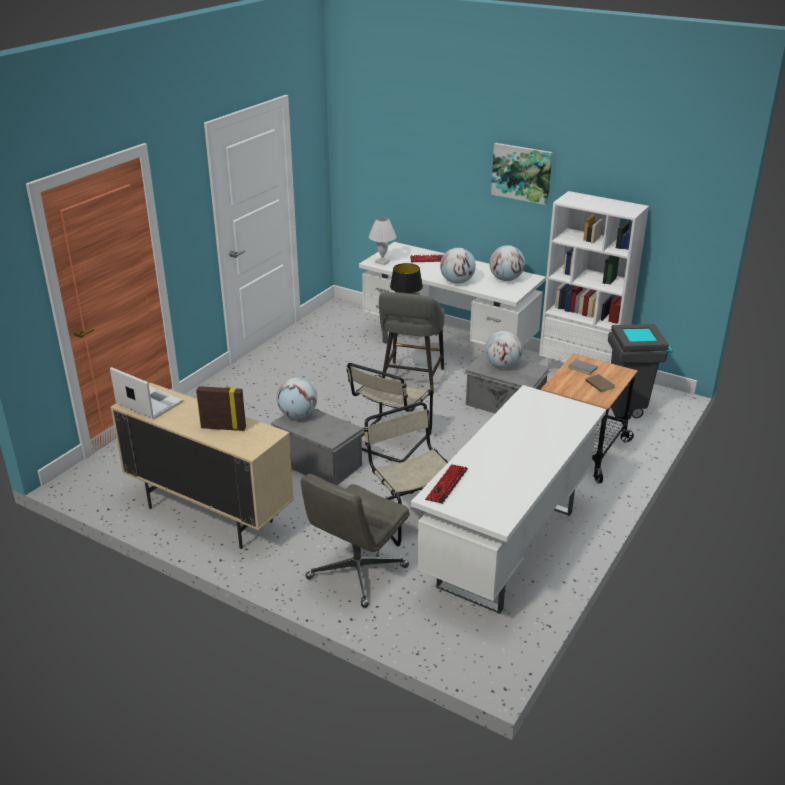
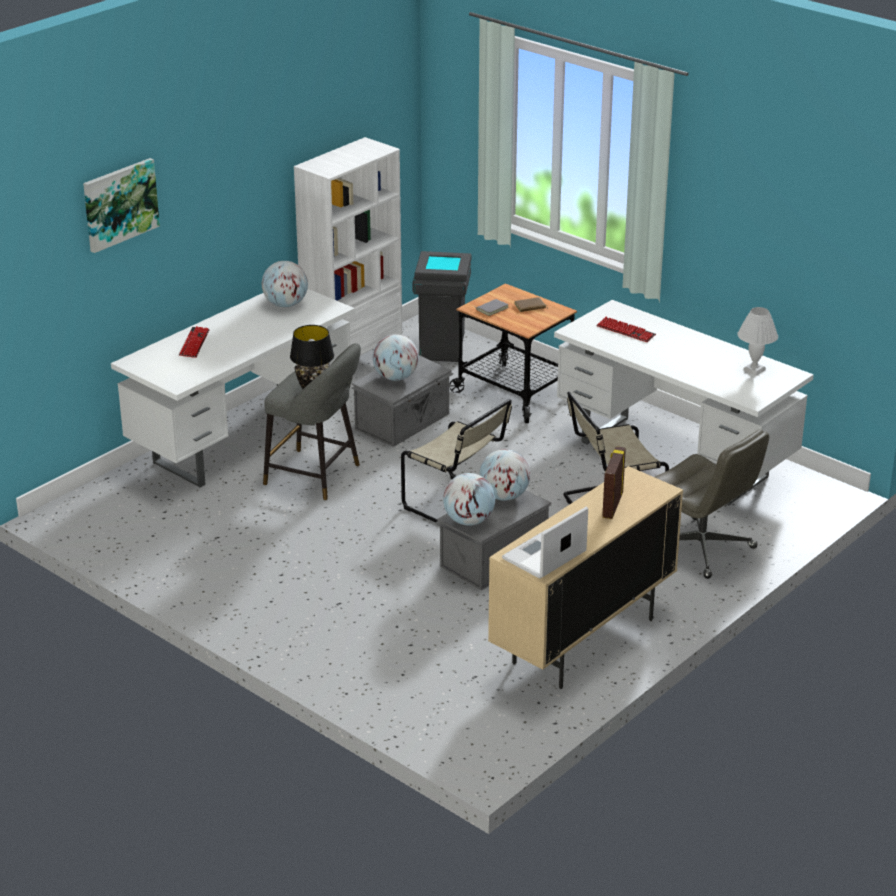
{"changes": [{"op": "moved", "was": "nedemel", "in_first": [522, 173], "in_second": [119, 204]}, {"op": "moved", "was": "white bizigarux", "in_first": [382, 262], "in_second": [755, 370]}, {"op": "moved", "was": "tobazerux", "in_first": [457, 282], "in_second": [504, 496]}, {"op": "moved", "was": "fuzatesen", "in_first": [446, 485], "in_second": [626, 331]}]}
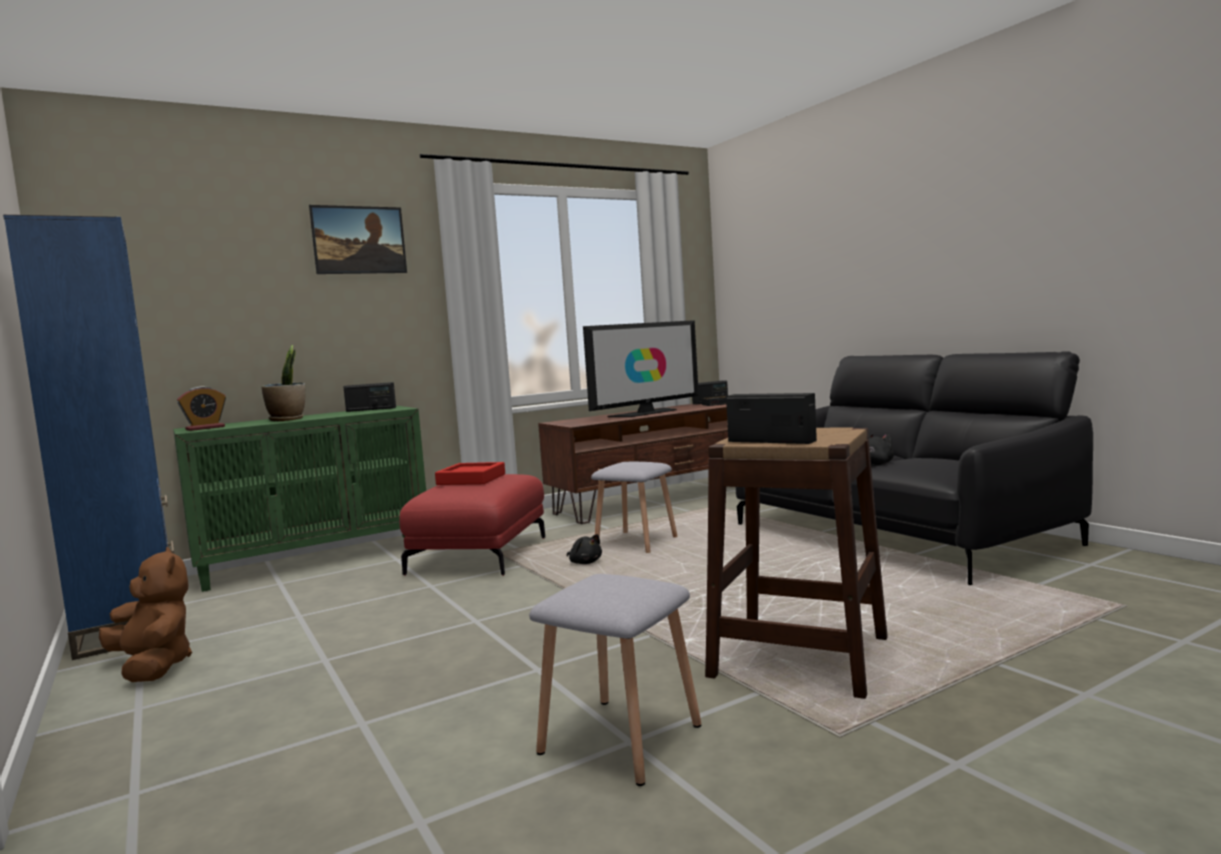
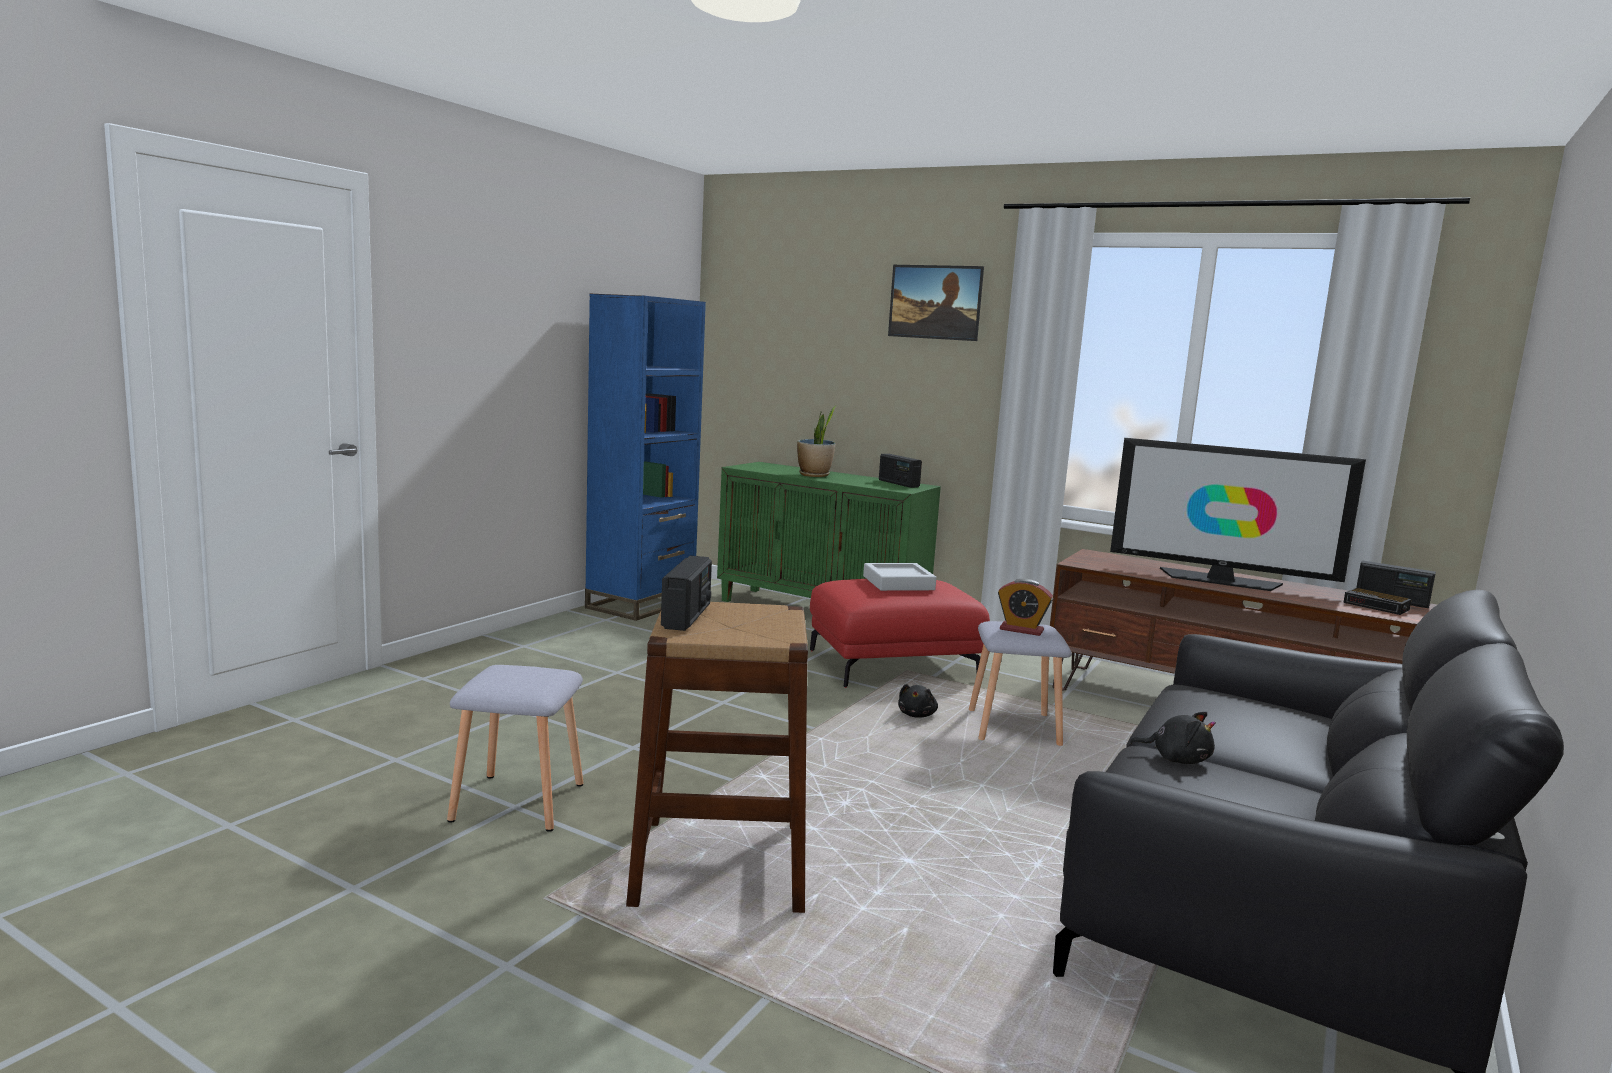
{"changes": [{"op": "moved", "was": "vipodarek", "in_first": [205, 428], "in_second": [1021, 630]}, {"op": "recoloured", "was": "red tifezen", "now": "grey tifezen", "in_first": [471, 479], "in_second": [898, 583]}, {"op": "removed", "was": "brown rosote", "in_first": [153, 667]}]}
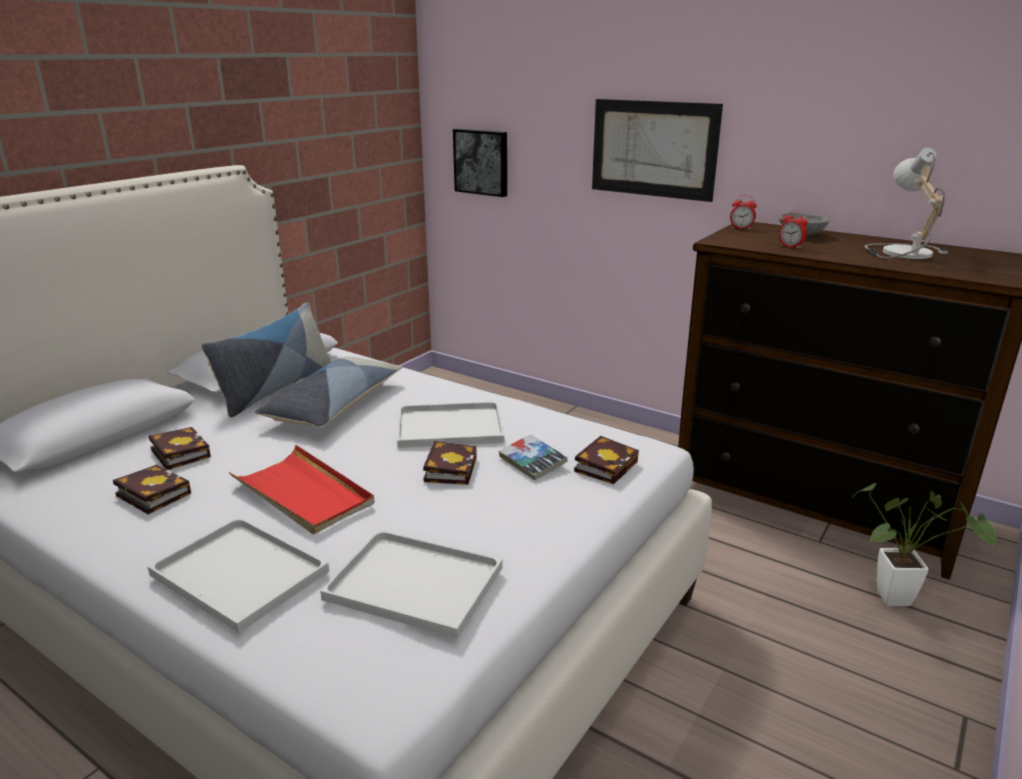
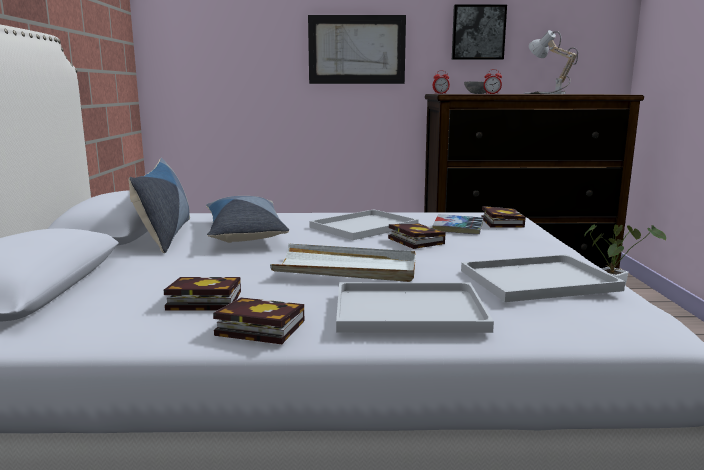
{"changes": [{"op": "moved", "was": "nedemel", "in_first": [482, 162], "in_second": [478, 32]}, {"op": "moved", "was": "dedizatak", "in_first": [178, 452], "in_second": [256, 328]}, {"op": "recoloured", "was": "red tifezen", "now": "white tifezen", "in_first": [303, 493], "in_second": [346, 268]}]}
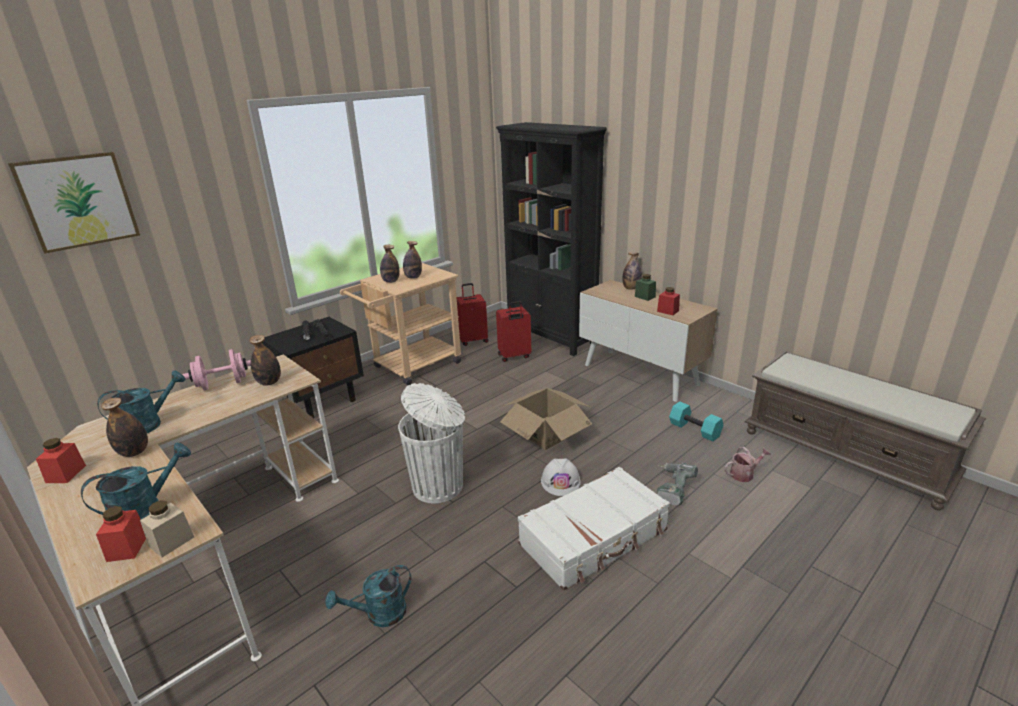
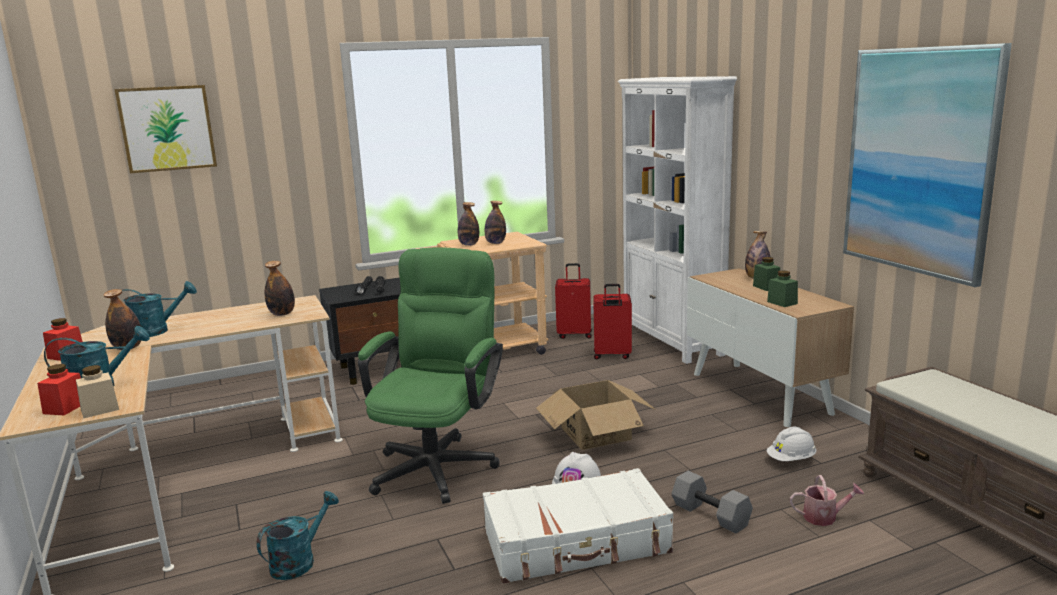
{"changes": [{"op": "recoloured", "was": "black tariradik", "now": "white tariradik", "in_first": [551, 337], "in_second": [672, 341]}, {"op": "recoloured", "was": "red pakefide", "now": "green pakefide", "in_first": [668, 311], "in_second": [782, 303]}, {"op": "removed", "was": "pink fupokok", "in_first": [222, 384]}, {"op": "replaced", "was": "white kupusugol", "now": "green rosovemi", "in_first": [439, 486], "in_second": [439, 463]}, {"op": "replaced", "was": "turquoise fupokok", "now": "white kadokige", "in_first": [695, 429], "in_second": [791, 460]}, {"op": "replaced", "was": "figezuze", "now": "grey fupokok", "in_first": [671, 490], "in_second": [709, 515]}, {"op": "turned", "was": "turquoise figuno", "in_first": [379, 615], "in_second": [299, 561], "clockwise": 135}, {"op": "added", "now": "nedemel", "in_second": [919, 161]}]}
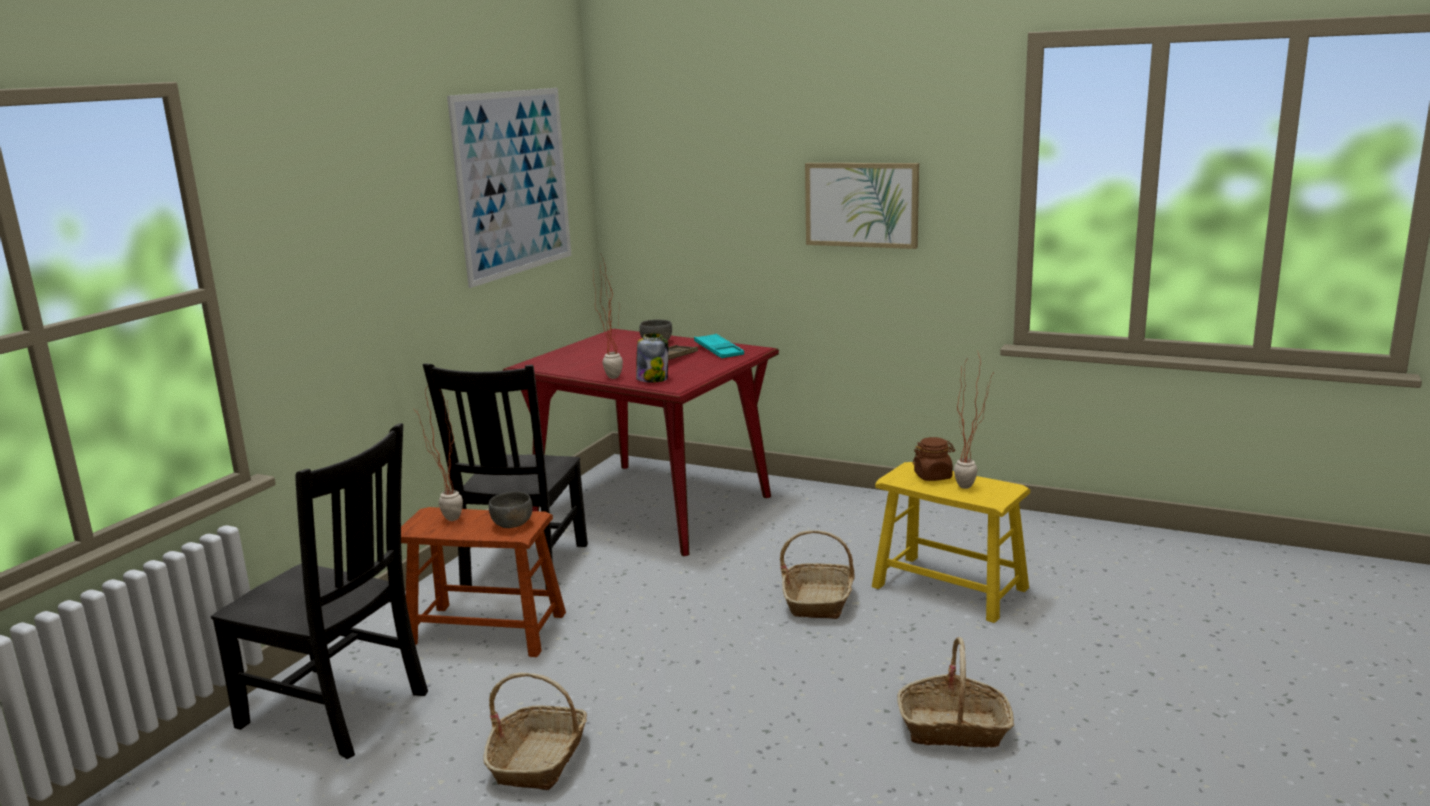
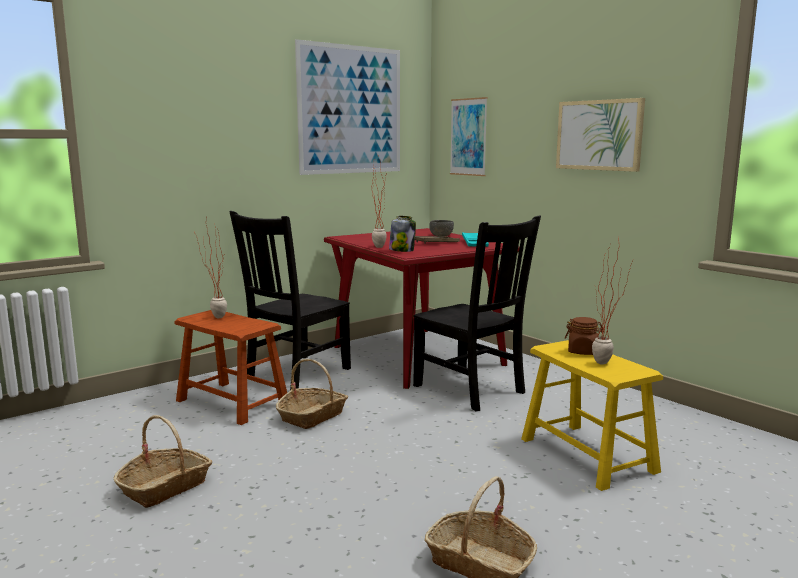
{"changes": [{"op": "moved", "was": "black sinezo", "in_first": [338, 711], "in_second": [471, 390]}, {"op": "removed", "was": "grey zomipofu", "in_first": [512, 524]}, {"op": "moved", "was": "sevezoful", "in_first": [819, 601], "in_second": [313, 416]}, {"op": "added", "now": "nedemel", "in_second": [468, 137]}]}
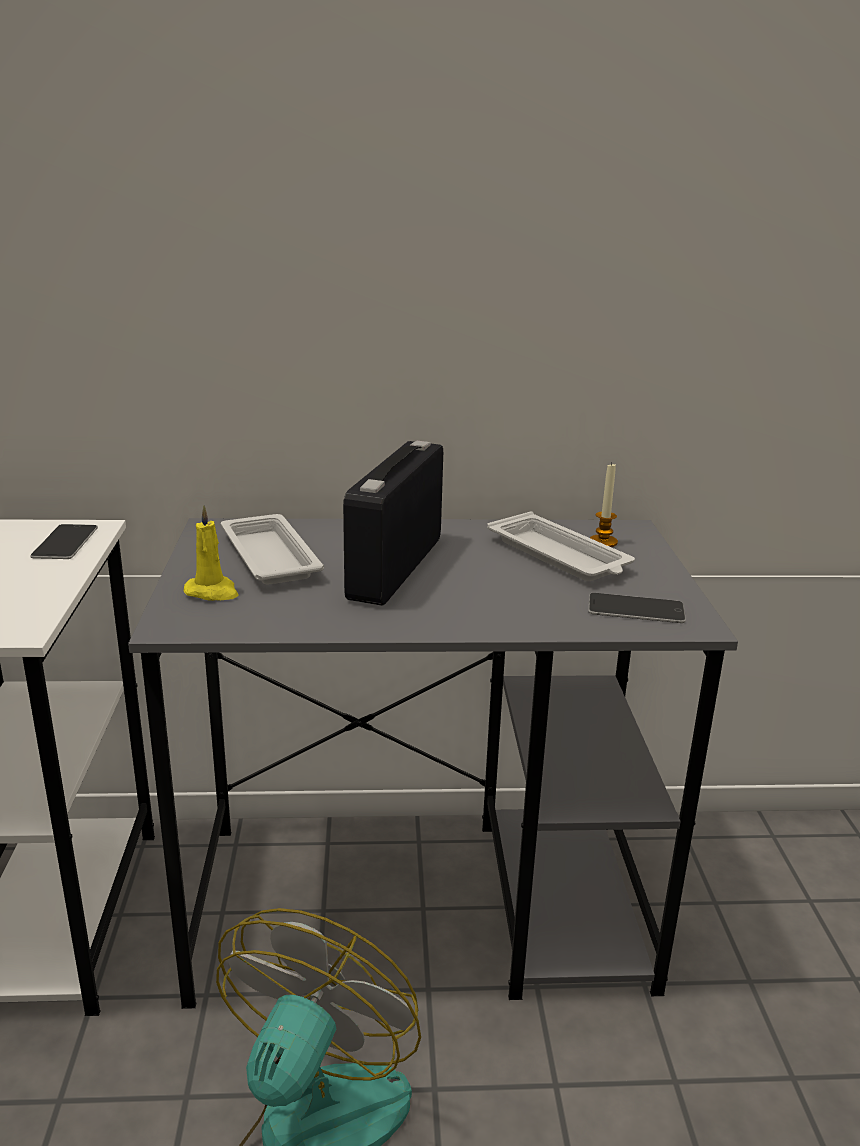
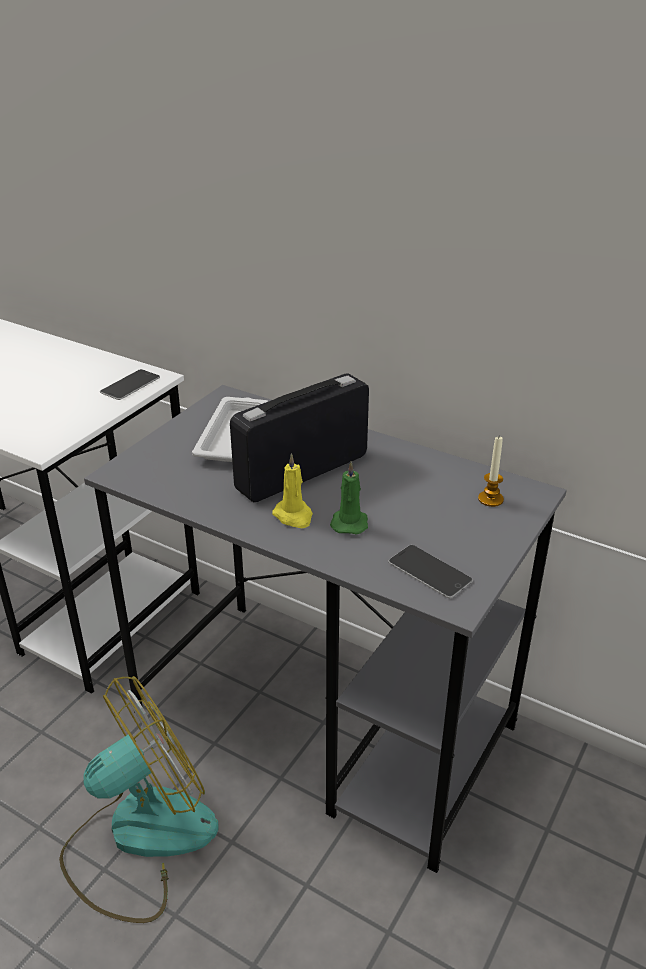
{"changes": [{"op": "moved", "was": "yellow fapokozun", "in_first": [212, 592], "in_second": [294, 516]}, {"op": "removed", "was": "white tifezen", "in_first": [559, 556]}, {"op": "added", "now": "green fapokozun", "in_second": [349, 522]}]}
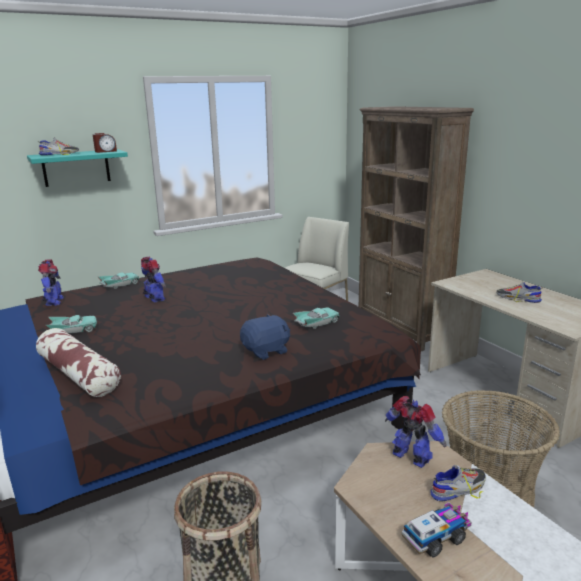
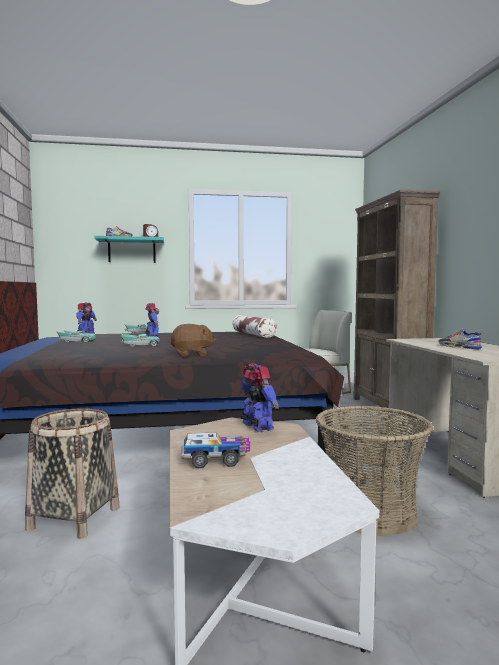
{"changes": [{"op": "moved", "was": "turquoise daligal", "in_first": [317, 323], "in_second": [140, 345]}, {"op": "recoloured", "was": "blue rosote", "now": "brown rosote", "in_first": [266, 351], "in_second": [192, 354]}, {"op": "moved", "was": "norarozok", "in_first": [78, 374], "in_second": [253, 334]}, {"op": "removed", "was": "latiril", "in_first": [458, 488]}]}
